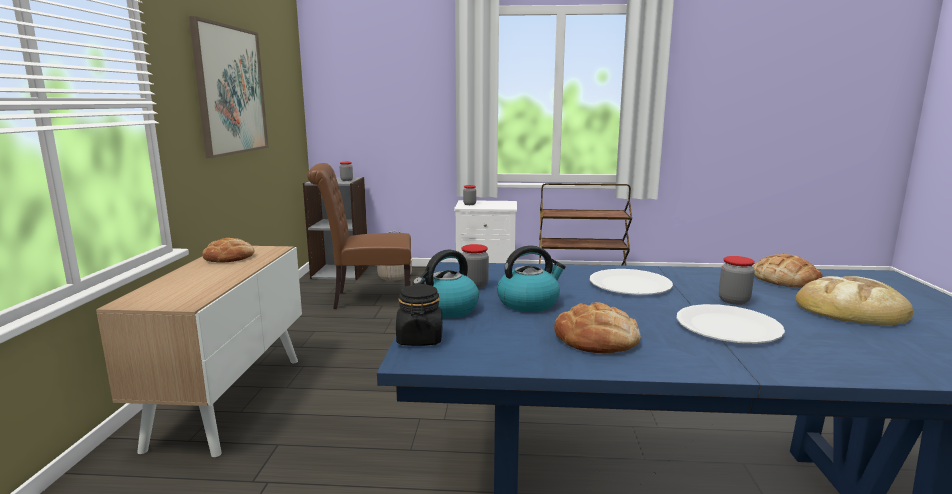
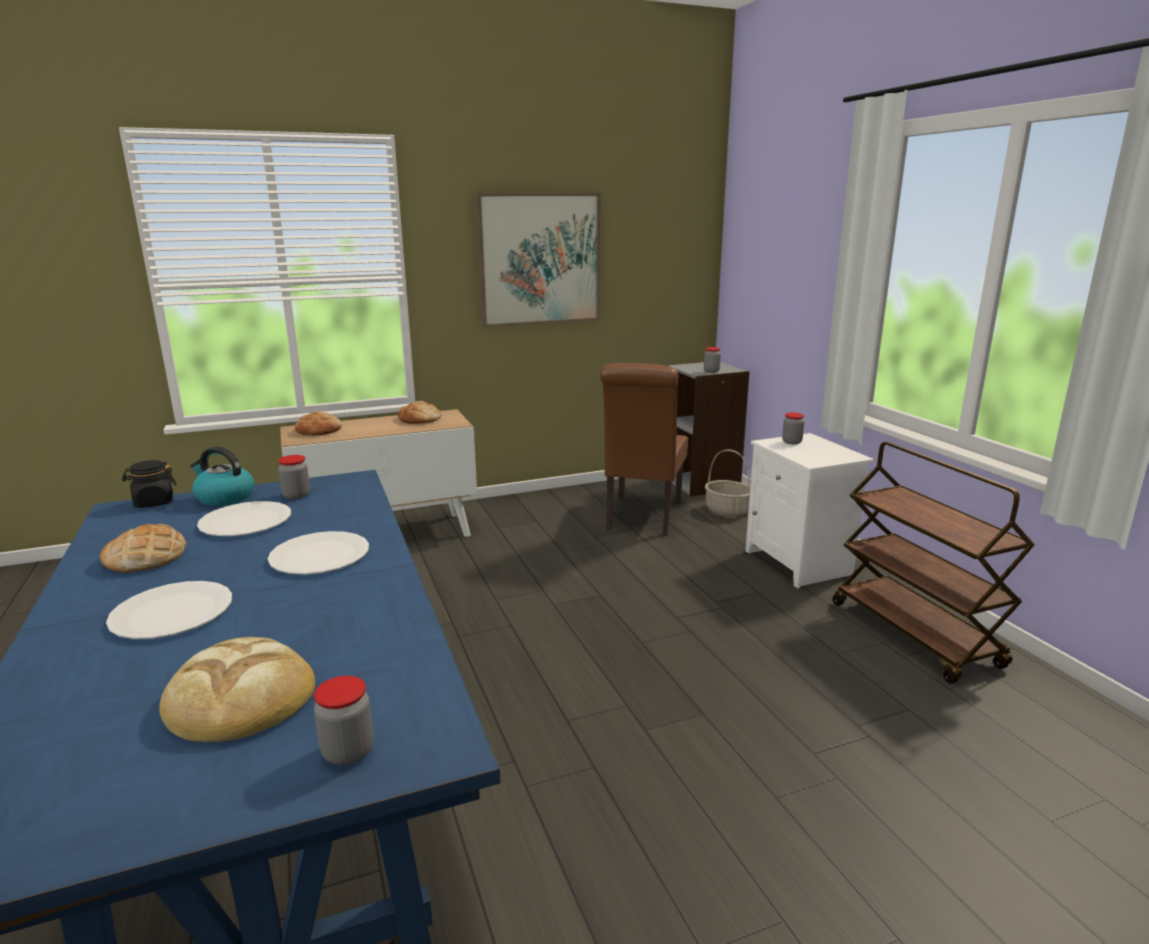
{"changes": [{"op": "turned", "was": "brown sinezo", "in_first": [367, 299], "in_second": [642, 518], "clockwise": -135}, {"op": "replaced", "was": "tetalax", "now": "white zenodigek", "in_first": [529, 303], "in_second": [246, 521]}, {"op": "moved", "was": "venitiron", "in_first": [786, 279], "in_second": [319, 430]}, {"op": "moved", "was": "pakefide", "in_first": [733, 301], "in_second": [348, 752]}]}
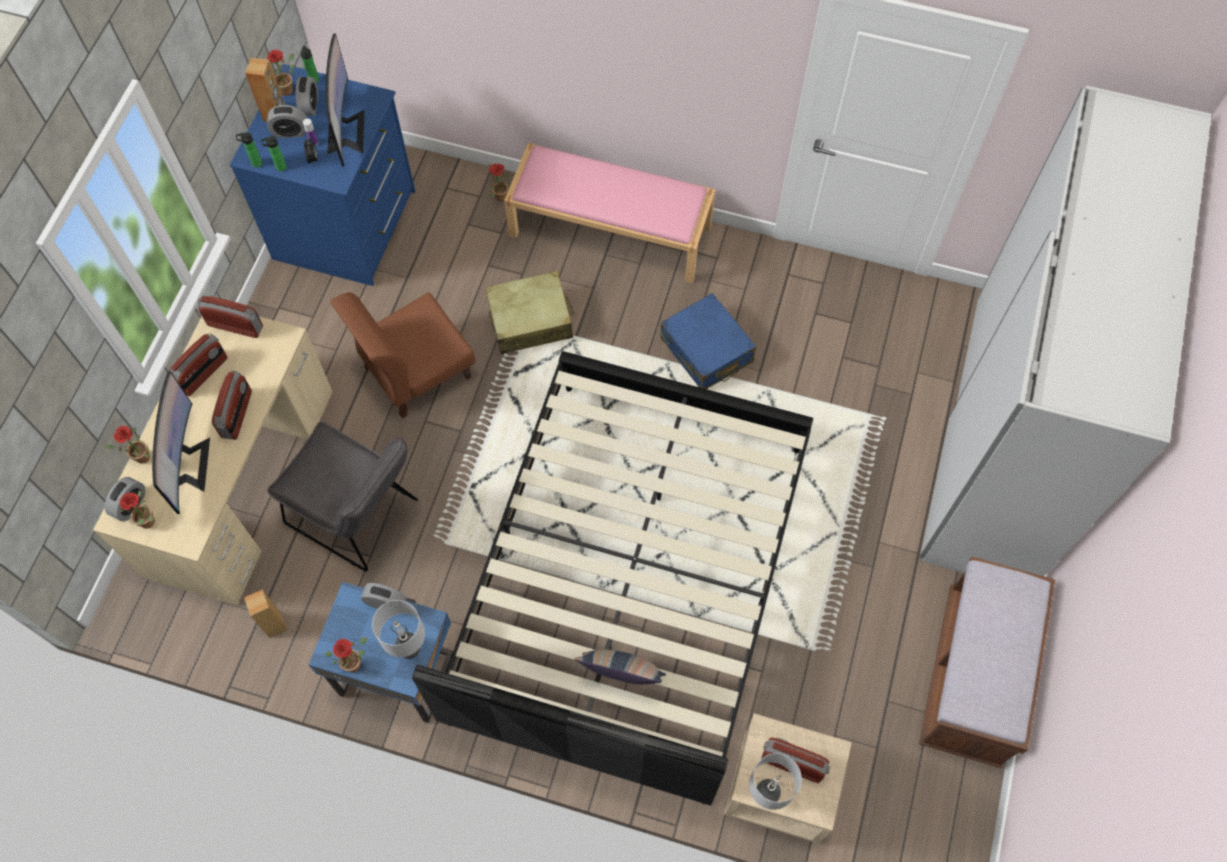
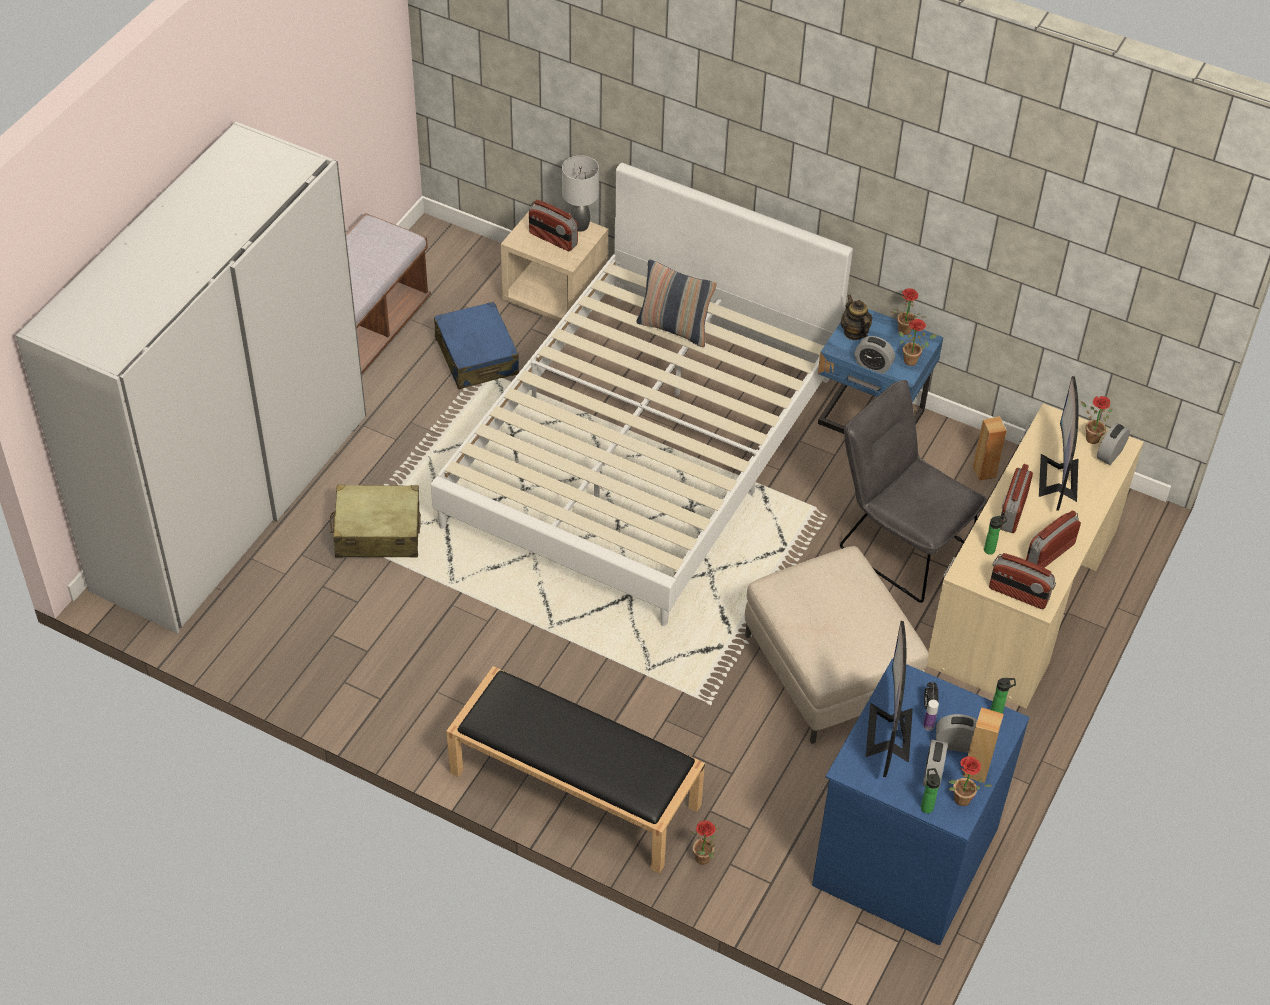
{"changes": [{"op": "moved", "was": "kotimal", "in_first": [279, 167], "in_second": [991, 550]}, {"op": "recoloured", "was": "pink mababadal", "now": "black mababadal", "in_first": [611, 230], "in_second": [573, 789]}, {"op": "moved", "was": "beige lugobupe", "in_first": [530, 320], "in_second": [377, 532]}, {"op": "replaced", "was": "brown sinezo", "now": "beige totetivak", "in_first": [416, 372], "in_second": [830, 669]}, {"op": "moved", "was": "blue lugobupe", "in_first": [706, 350], "in_second": [476, 356]}, {"op": "recoloured", "was": "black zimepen", "now": "white zimepen", "in_first": [630, 580], "in_second": [642, 450]}, {"op": "moved", "was": "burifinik", "in_first": [140, 459], "in_second": [913, 360]}, {"op": "replaced", "was": "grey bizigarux", "now": "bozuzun", "in_first": [410, 649], "in_second": [854, 333]}]}
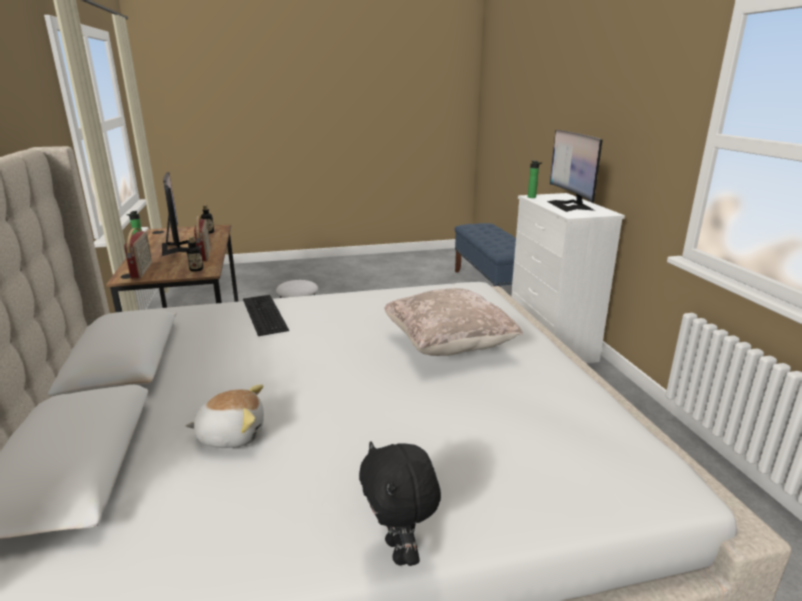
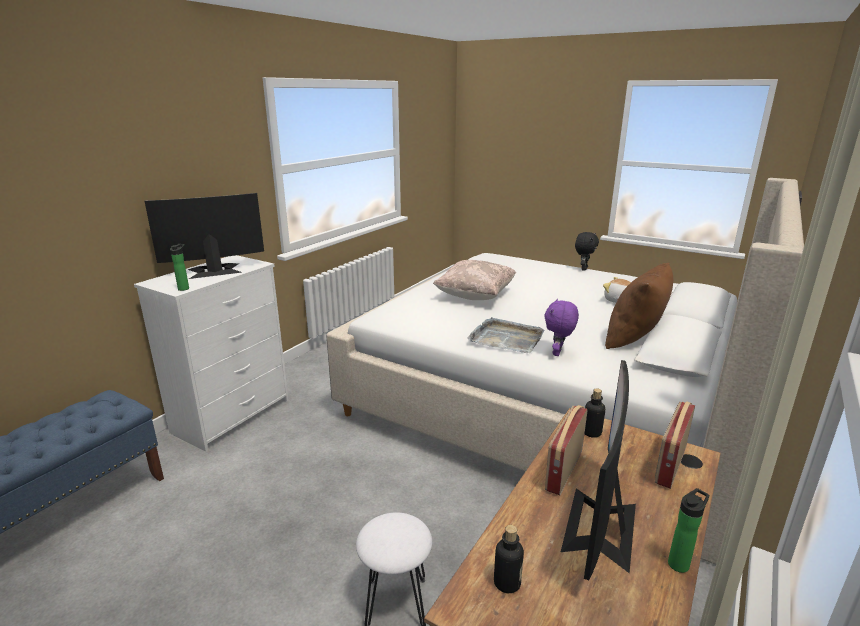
{"changes": [{"op": "turned", "was": "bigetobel", "in_first": [570, 205], "in_second": [214, 271], "clockwise": -150}, {"op": "replaced", "was": "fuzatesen", "now": "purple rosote", "in_first": [262, 314], "in_second": [558, 353]}, {"op": "added", "now": "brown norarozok", "in_second": [634, 340]}, {"op": "added", "now": "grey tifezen", "in_second": [506, 338]}]}
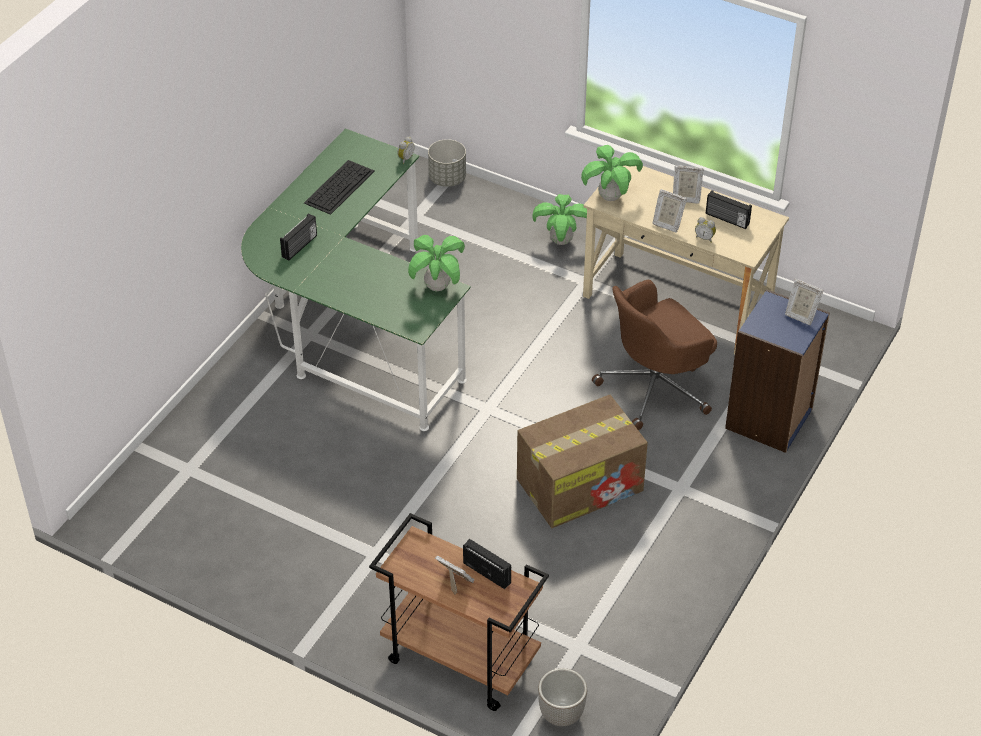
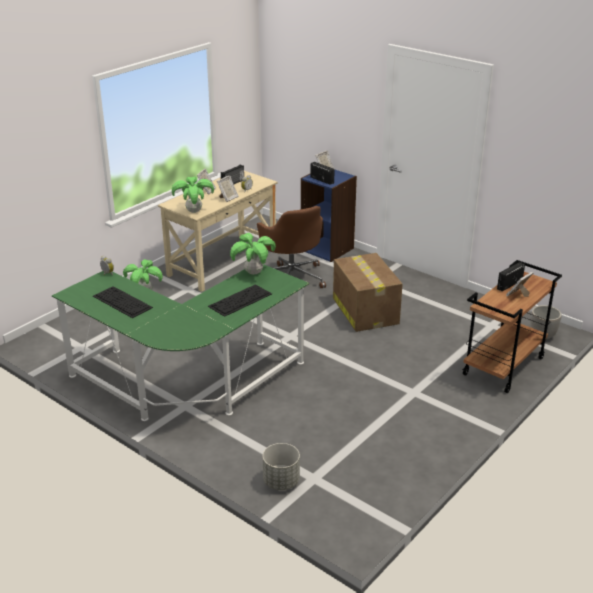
{"changes": [{"op": "moved", "was": "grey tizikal", "in_first": [447, 178], "in_second": [281, 481]}, {"op": "moved", "was": "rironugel", "in_first": [300, 246], "in_second": [322, 180]}, {"op": "added", "now": "fuzatesen", "in_second": [240, 300]}]}
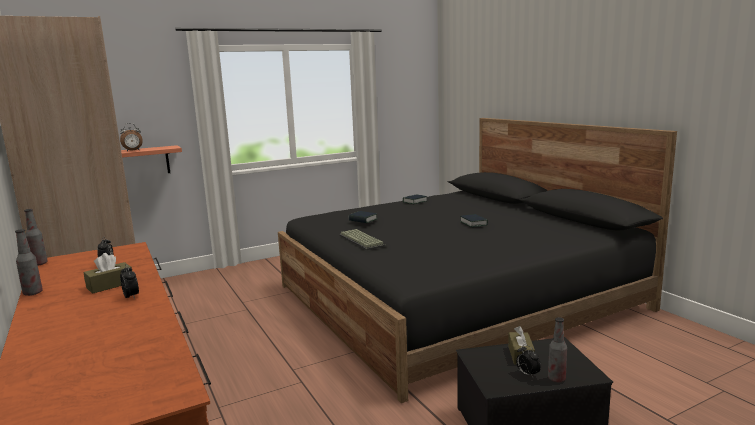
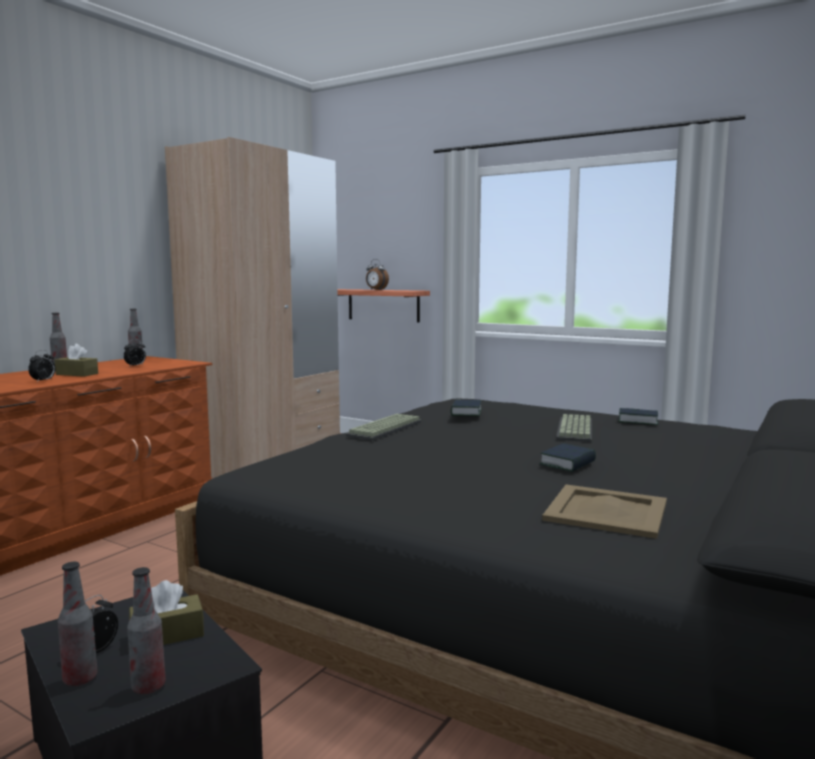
{"changes": [{"op": "added", "now": "fuzatesen", "in_second": [576, 430]}, {"op": "added", "now": "beige tifezen", "in_second": [607, 511]}, {"op": "added", "now": "kotimal", "in_second": [148, 687]}]}
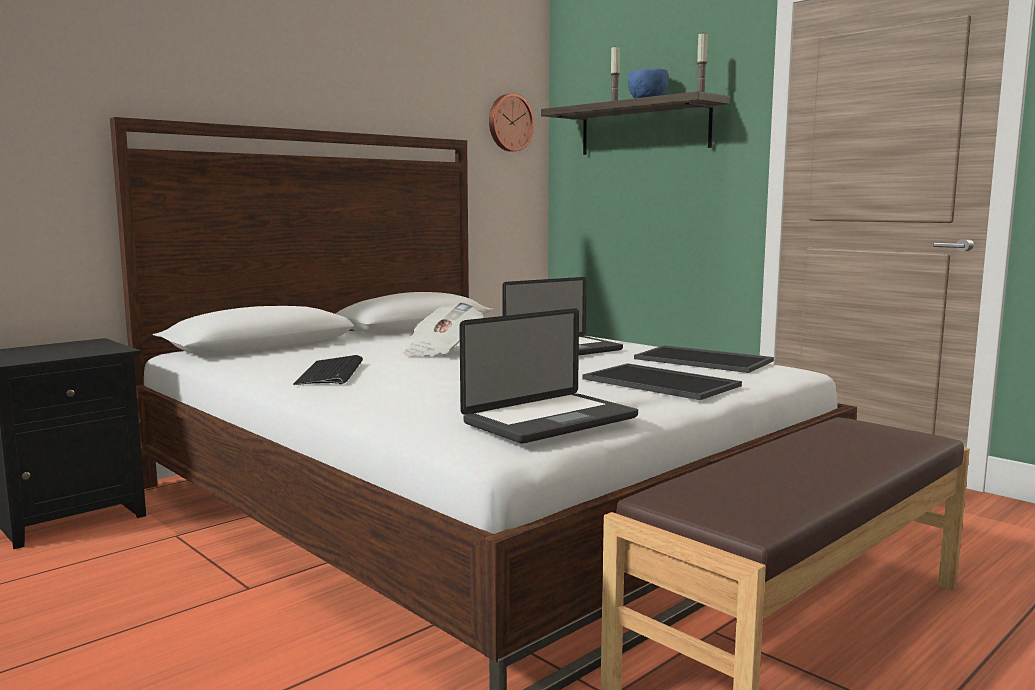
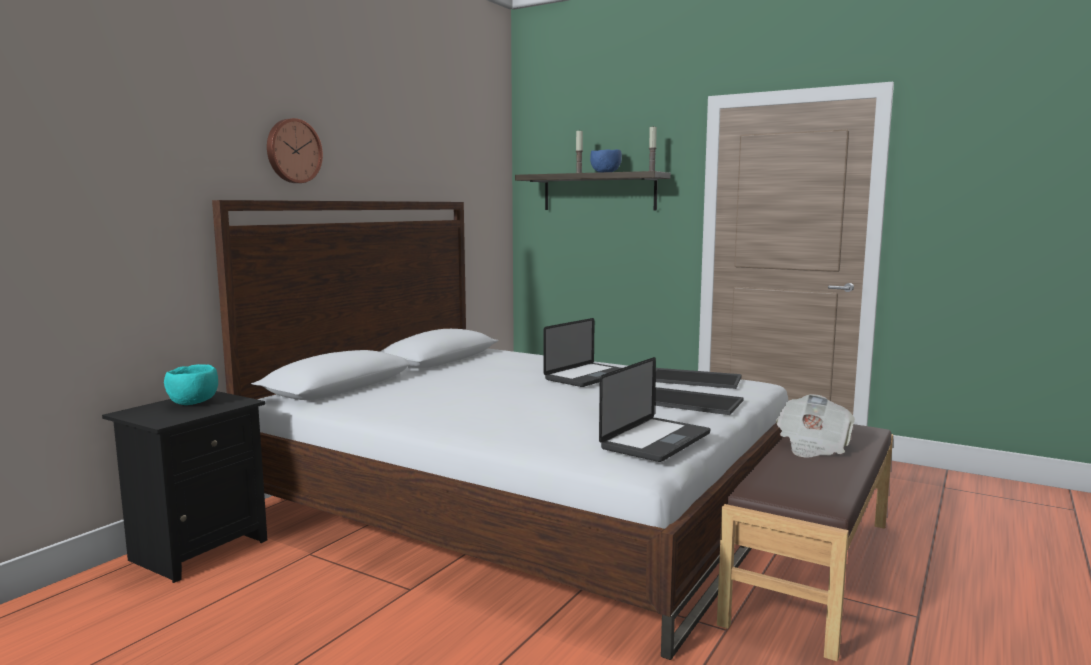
{"changes": [{"op": "moved", "was": "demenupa", "in_first": [509, 123], "in_second": [292, 151]}, {"op": "moved", "was": "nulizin", "in_first": [441, 351], "in_second": [812, 446]}, {"op": "removed", "was": "fuzatesen", "in_first": [331, 373]}, {"op": "added", "now": "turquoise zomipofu", "in_second": [195, 403]}]}
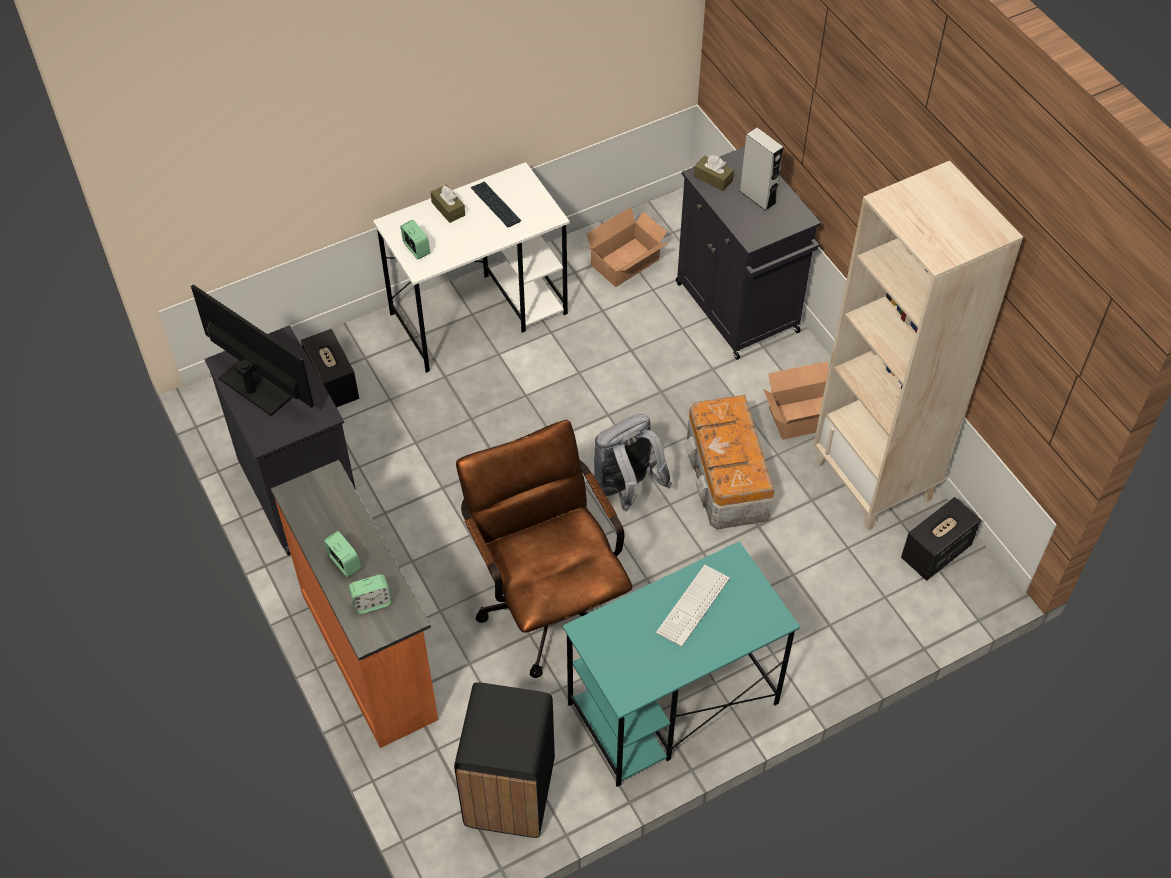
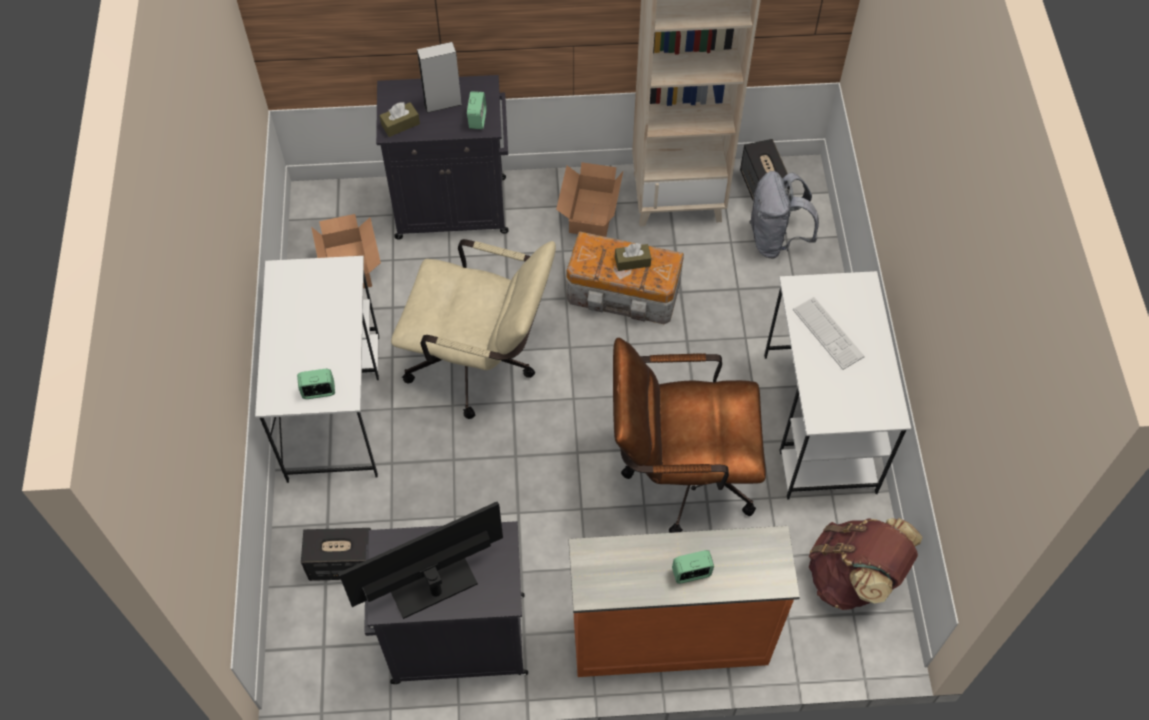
{"changes": [{"op": "removed", "was": "fuzatesen", "in_first": [495, 205]}, {"op": "moved", "was": "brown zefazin", "in_first": [448, 209], "in_second": [632, 261]}, {"op": "moved", "was": "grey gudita", "in_first": [626, 488], "in_second": [775, 240]}, {"op": "recoloured", "was": "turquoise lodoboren", "now": "white lodoboren", "in_first": [671, 704], "in_second": [819, 423]}, {"op": "moved", "was": "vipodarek", "in_first": [372, 603], "in_second": [477, 119]}, {"op": "replaced", "was": "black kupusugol", "now": "brown gudita", "in_first": [508, 794], "in_second": [853, 577]}, {"op": "added", "now": "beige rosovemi", "in_second": [481, 364]}]}
